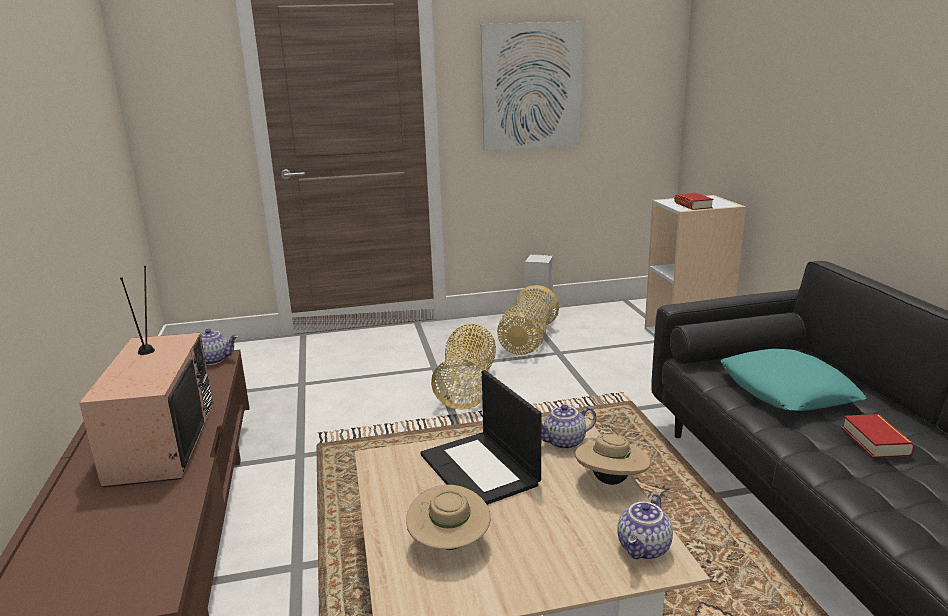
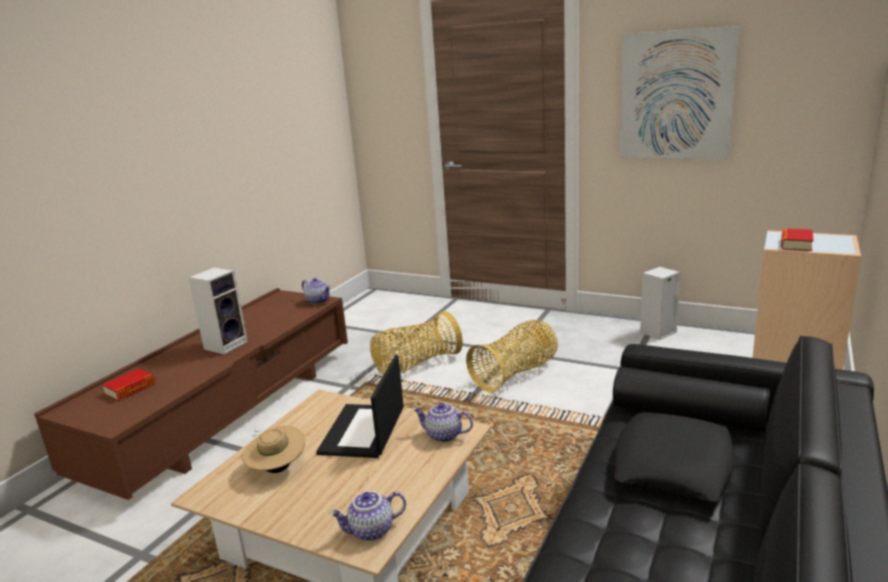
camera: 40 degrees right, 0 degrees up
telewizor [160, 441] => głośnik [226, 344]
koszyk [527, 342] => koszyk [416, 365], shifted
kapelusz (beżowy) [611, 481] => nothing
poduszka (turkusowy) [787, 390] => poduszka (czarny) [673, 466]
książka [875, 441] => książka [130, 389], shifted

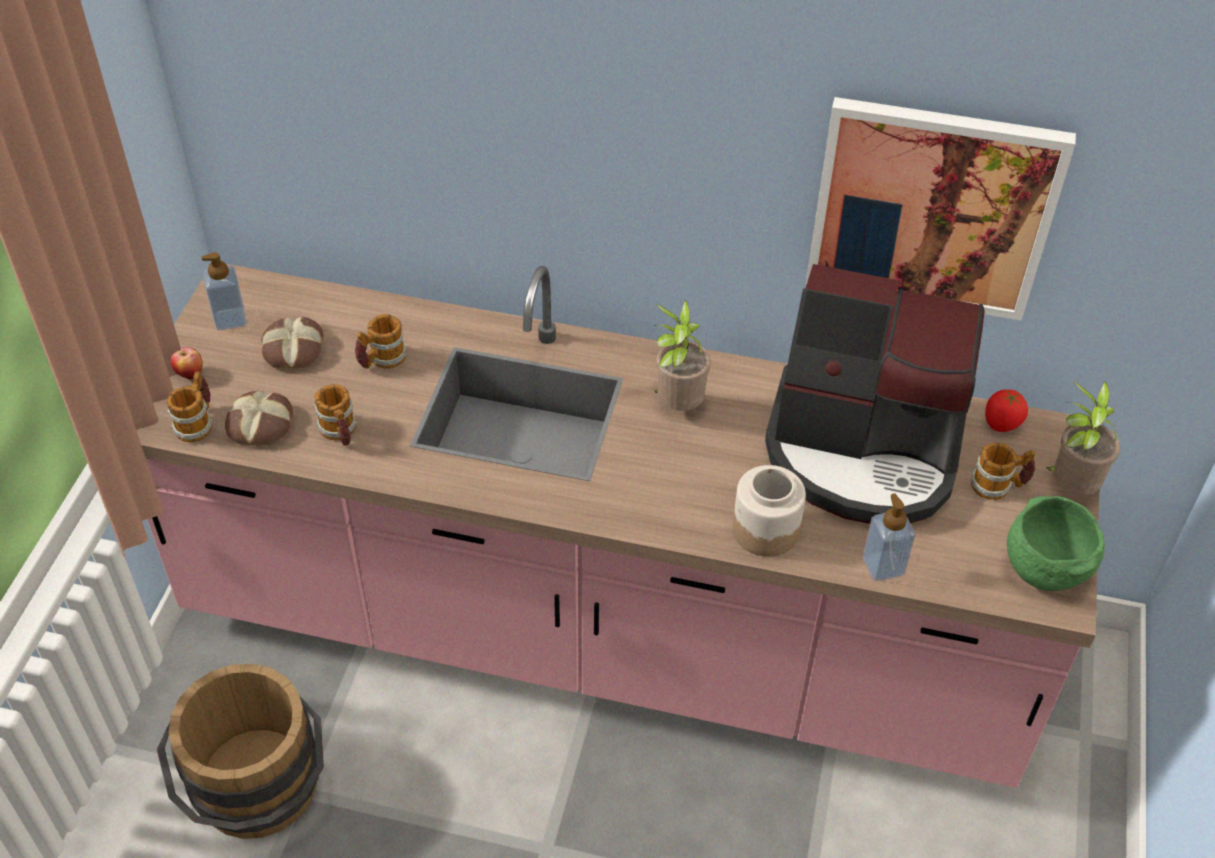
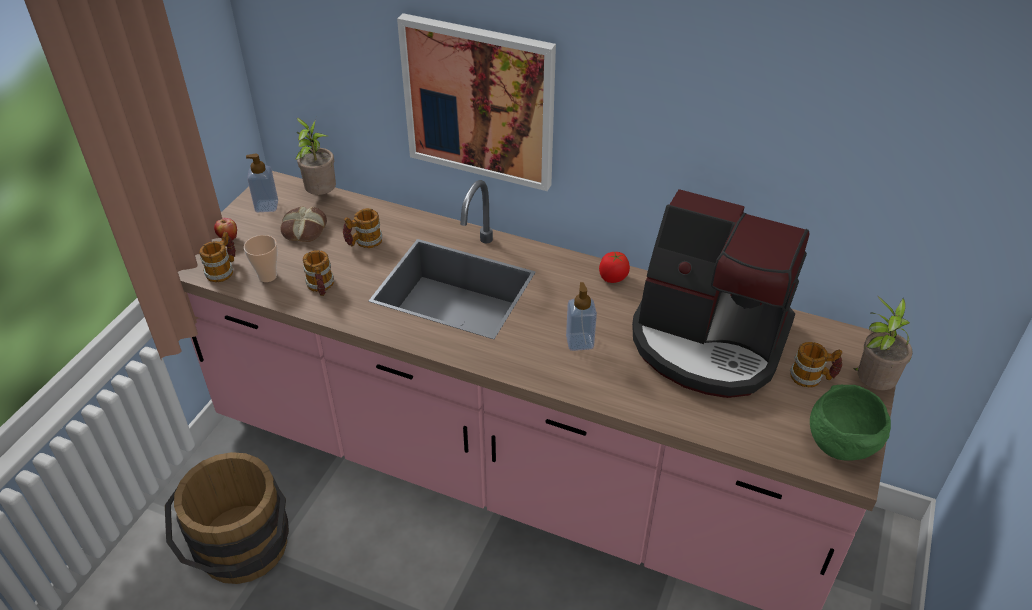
camera: 10 degrees right, 5 degrees down
chleb [262, 425] => filiżanka [267, 276]
roślina doniczkowa [677, 405] => roślina doniczkowa [321, 195], shifted
słoik [765, 529] => nothing
obraz [932, 208] => obraz [479, 102], shifted
dozownik mydła [883, 566] => dozownik mydła [579, 342], shifted
pomidor [1001, 424] => pomidor [612, 278], shifted

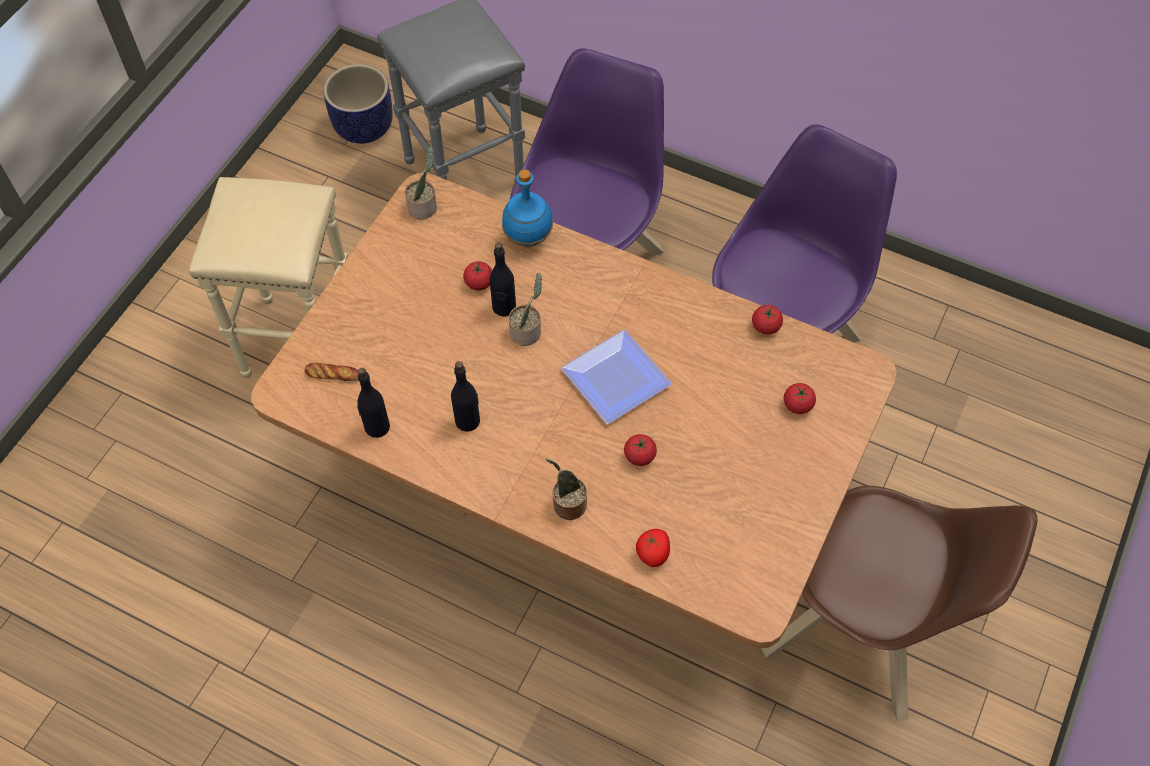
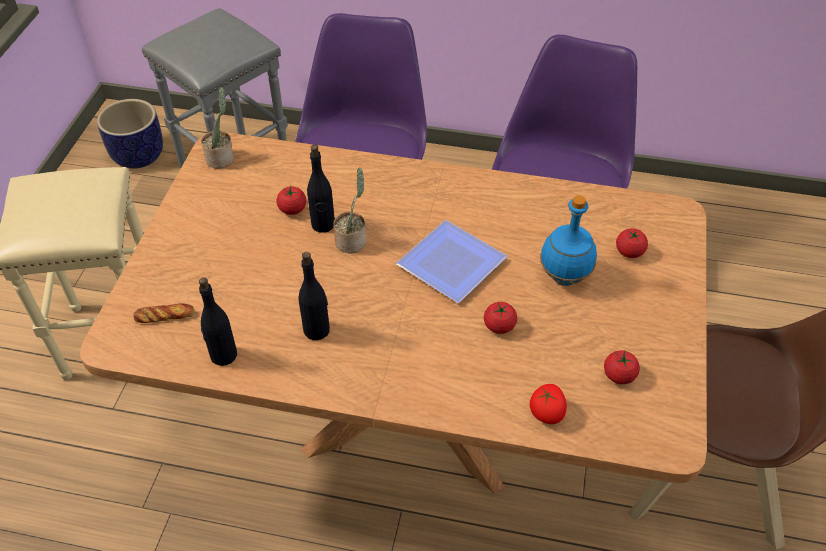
camera: 15 degrees left, 10 degrees down
butelka (niebieski) [527, 238] => butelka (niebieski) [563, 277], shifted
roślina doniczkowa [567, 504] => nothing
pomidor [766, 326] => pomidor [619, 375], shifted

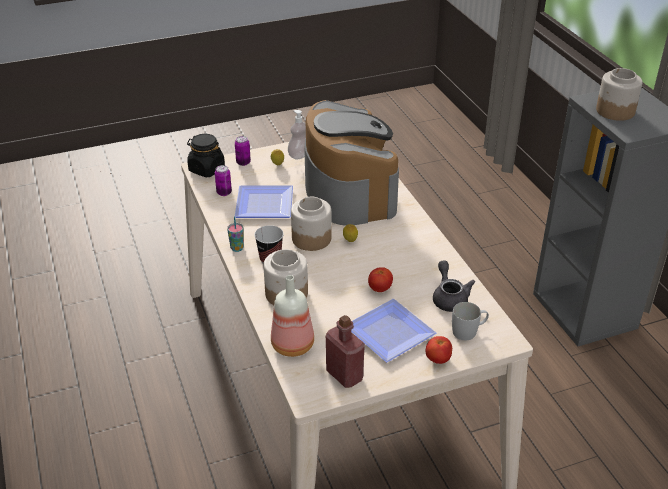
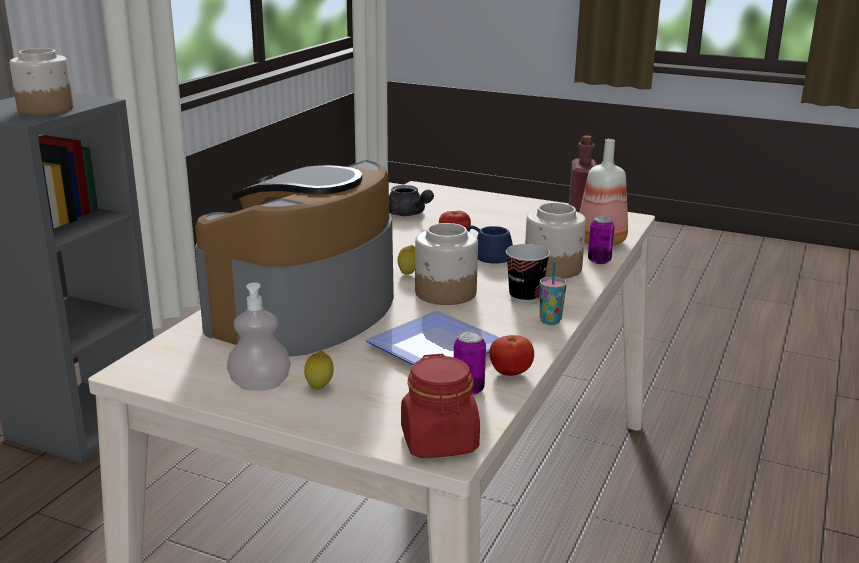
camera: 135 degrees left, 15 degrees down
słoik (czarny) [206, 169] => słoik (czerwony) [439, 442]
puszka [243, 162] => puszka [599, 261], shifted
talerz [389, 335] => nothing
pomidor [438, 359] => pomidor [510, 373], shifted
imbryk (szary) [449, 298] => imbryk (szary) [408, 214], 75 degrees counterclockwise
kubek (biały) [469, 331] => nothing
nothing => kubek (niebieski) [490, 254]

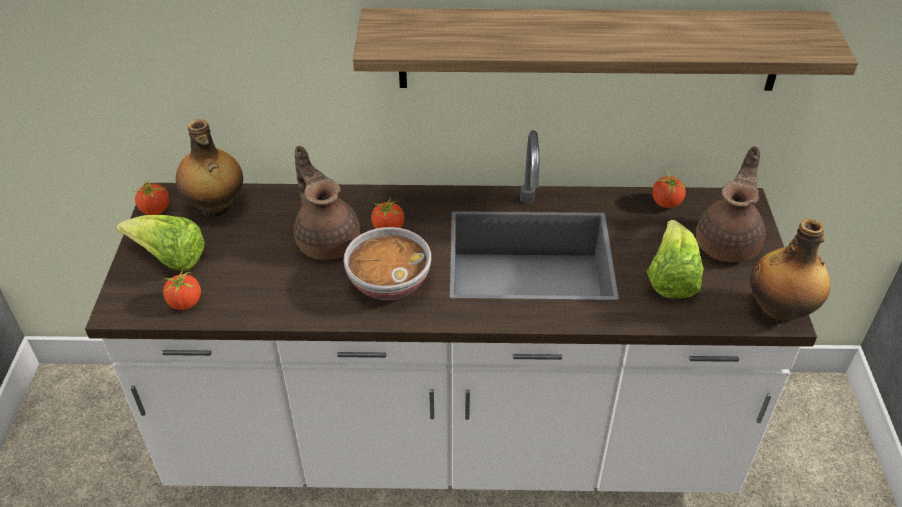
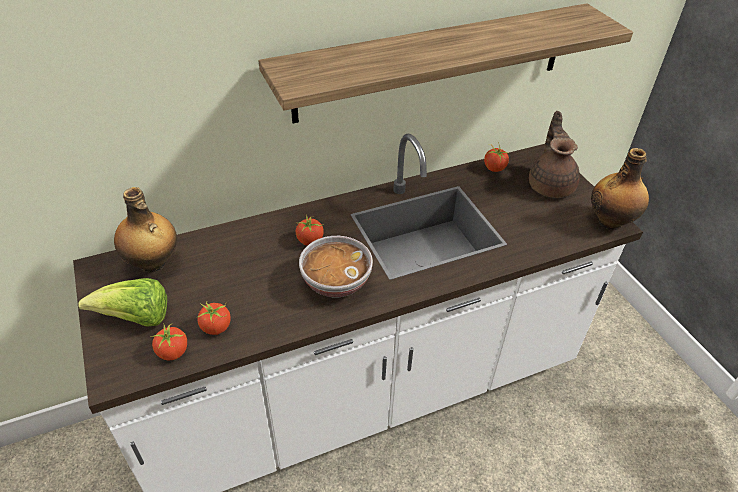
camera: 25 degrees left, 0 degrees up
pomidor [155, 210] => pomidor [216, 327], shifted
imbryk (brązowy) [327, 239] => nothing
sałata [671, 278] => nothing

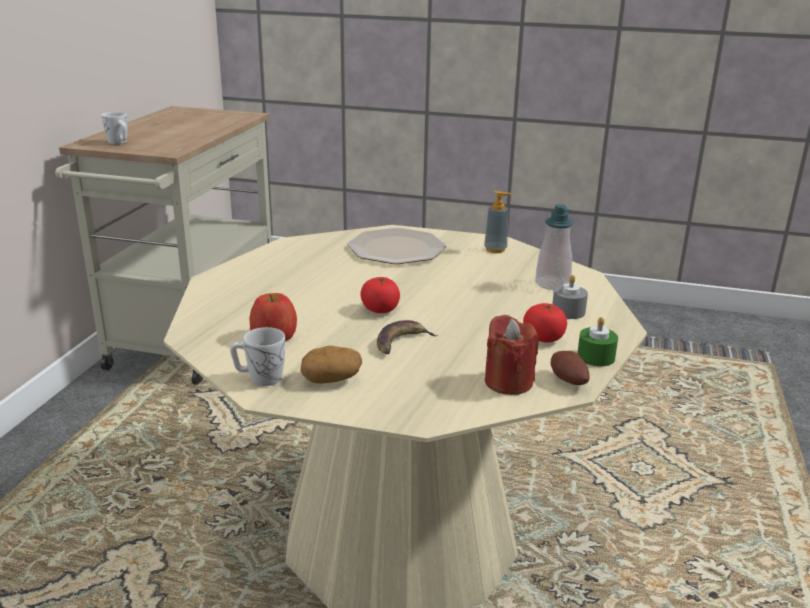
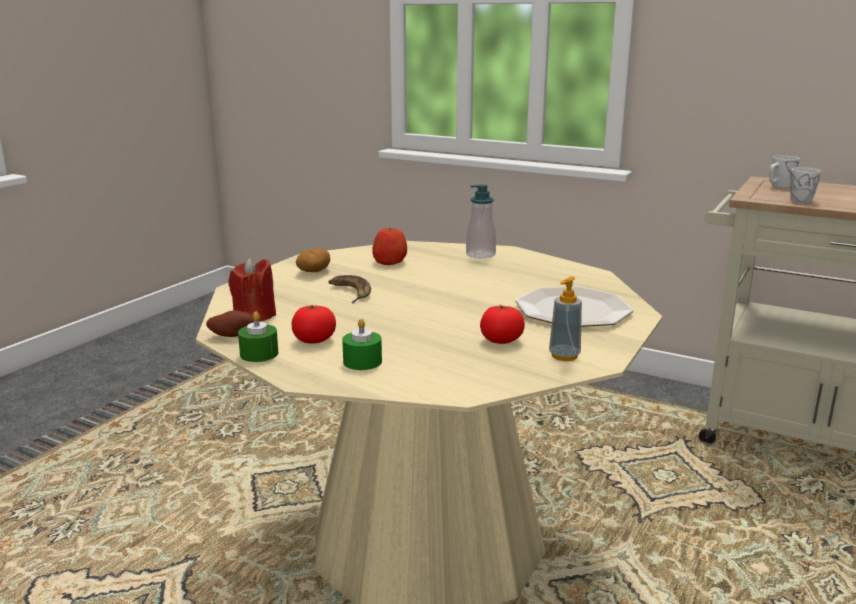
camera: 105 degrees right, 5 degrees down
kubek (biały) [259, 378] => kubek (biały) [800, 199], shifted
pomidor [380, 309] => pomidor [501, 340], shifted
dozownik mydła [552, 284] => dozownik mydła [480, 255], shifted
świeca (szary) [568, 311] => świeca (zielony) [362, 361]

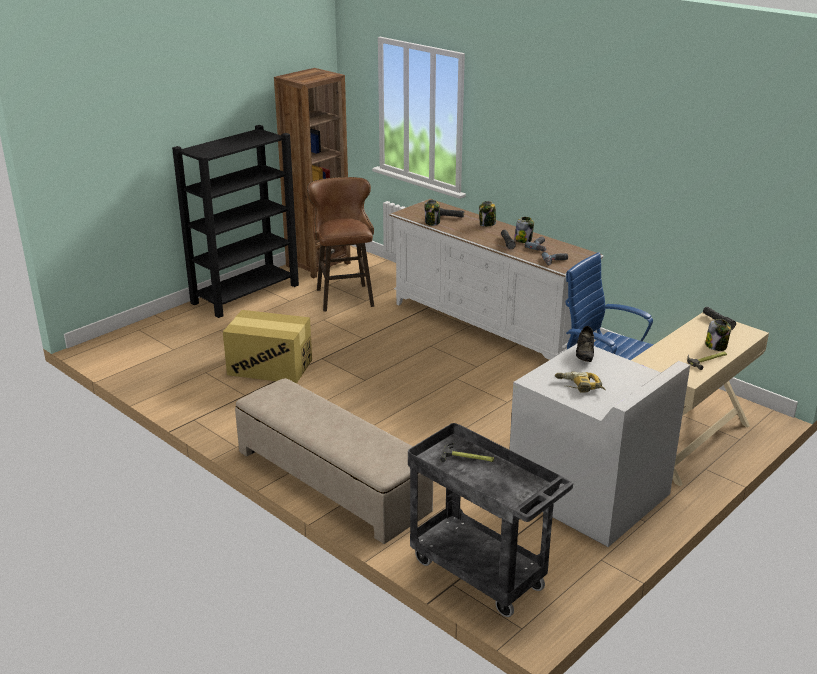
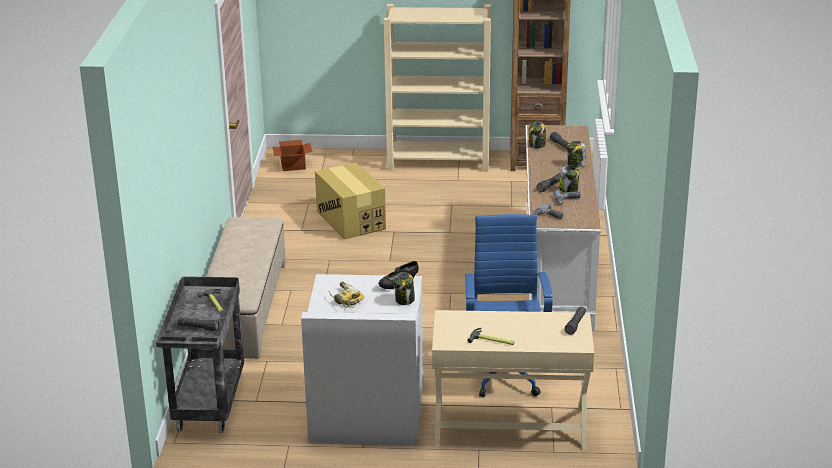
camera: 50 degrees right, 0 degrees up
regał (czarny) [245, 294] => regał (beżowy) [438, 161]
stołek (brązowy) [344, 296] => nothing
słoik [716, 346] => słoik [405, 300], shifted
nothing => latarka (czarny) [198, 328]
nothing => karton [293, 165]

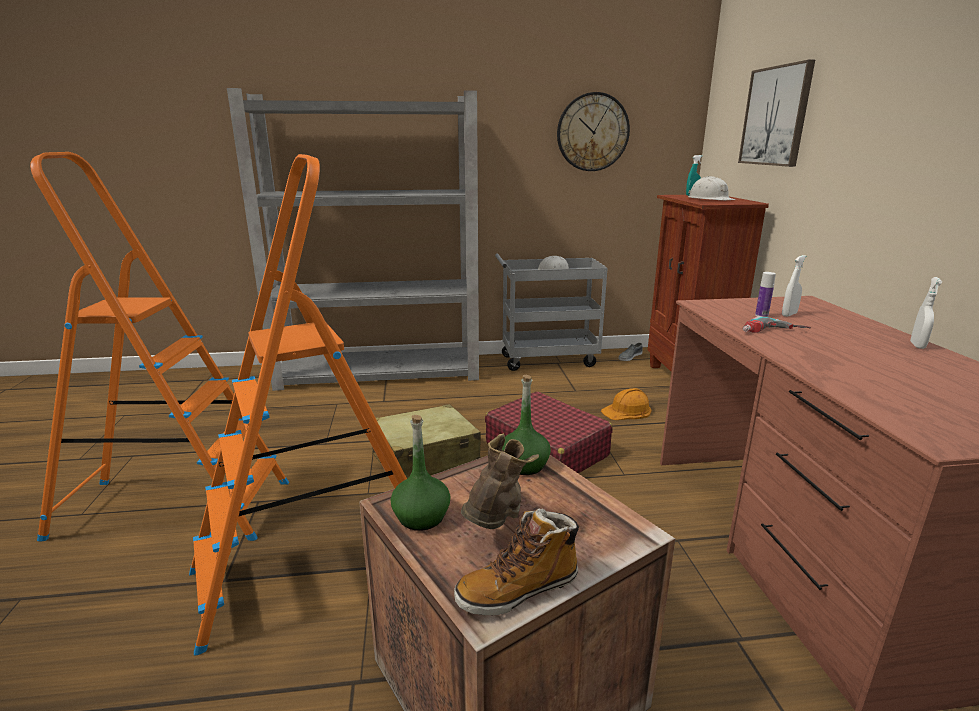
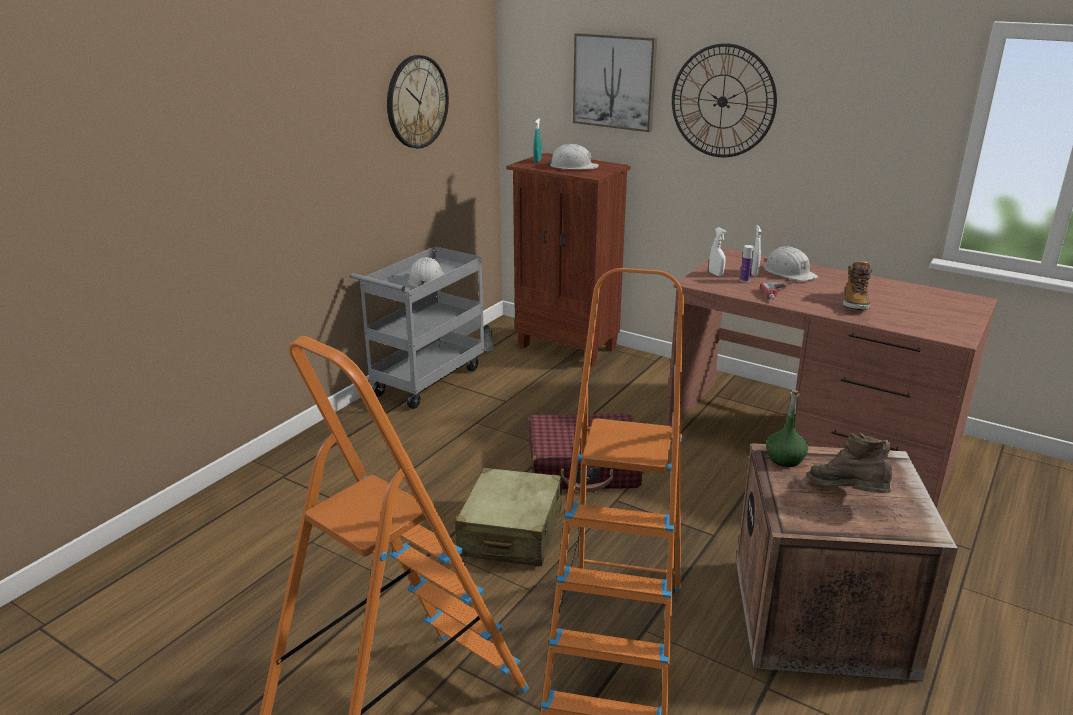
camera: 50 degrees left, 5 degrees up
regał (szary) [380, 372] => nothing
butelka (zielony) [421, 517] => nothing
but z cholewką [518, 589] => but z cholewką [855, 303], shifted
kask (pomarańczowy) [627, 411] => nothing
spryskiwacz (biały) [917, 345] => spryskiwacz (biały) [716, 274], shifted
nothing => zegar ścienny [722, 101]
nothing => kask (biały) [789, 272]

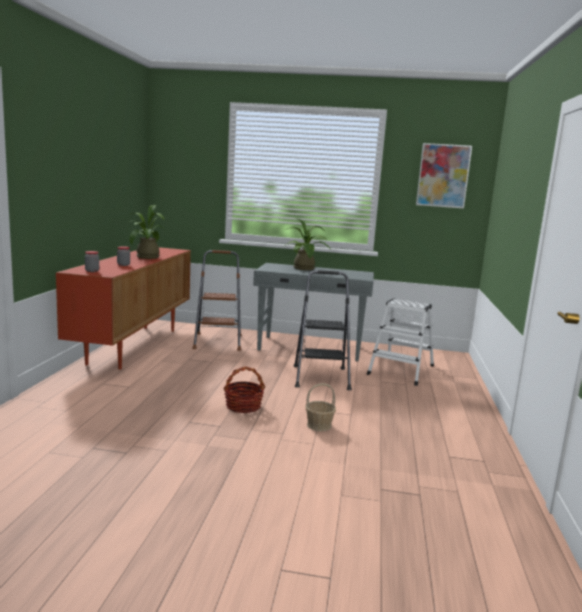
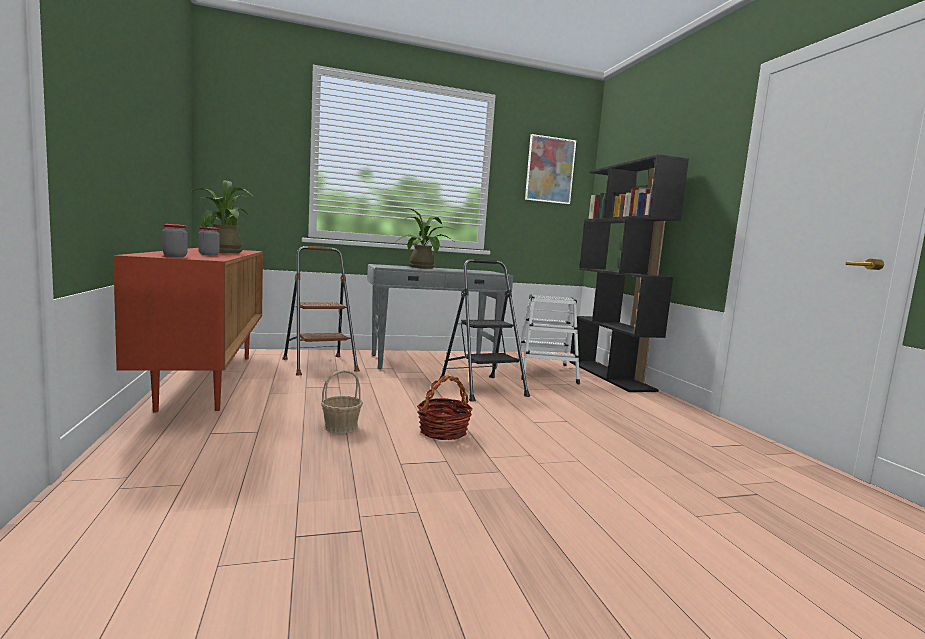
camera: 25 degrees left, 5 degrees down
koszyk [319, 425] => koszyk [341, 427], shifted
nothing => regał (czarny) [610, 375]

